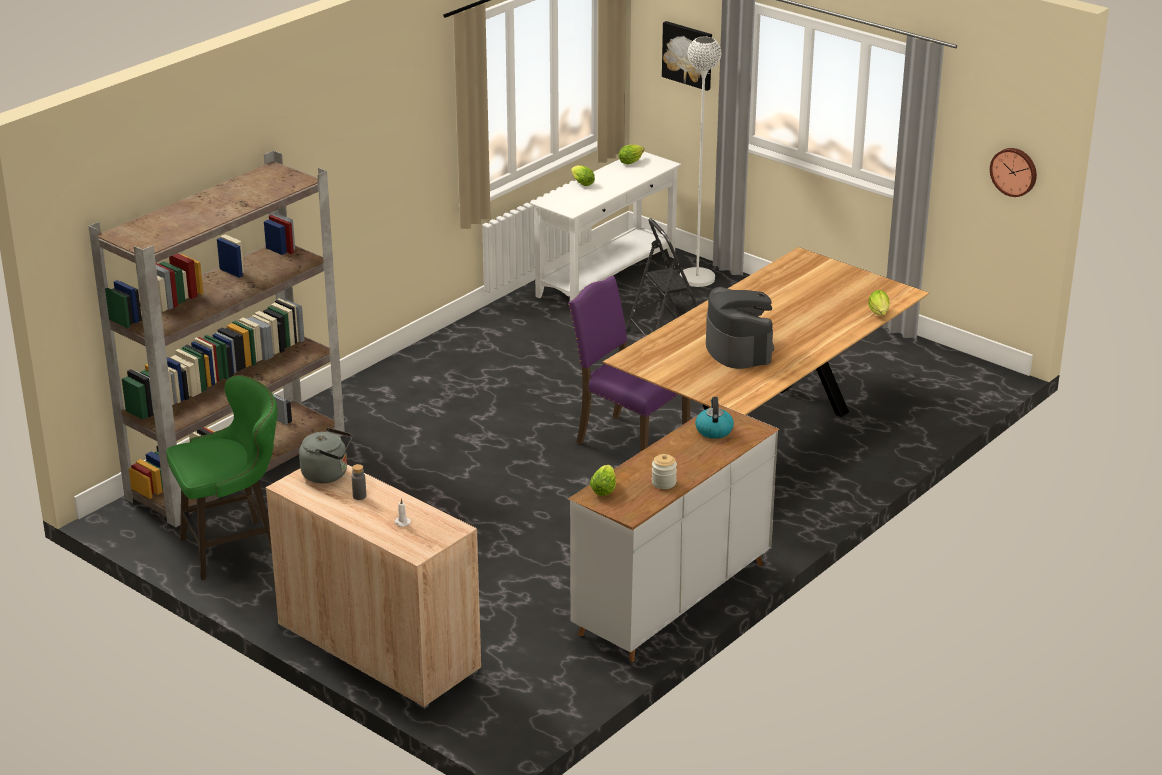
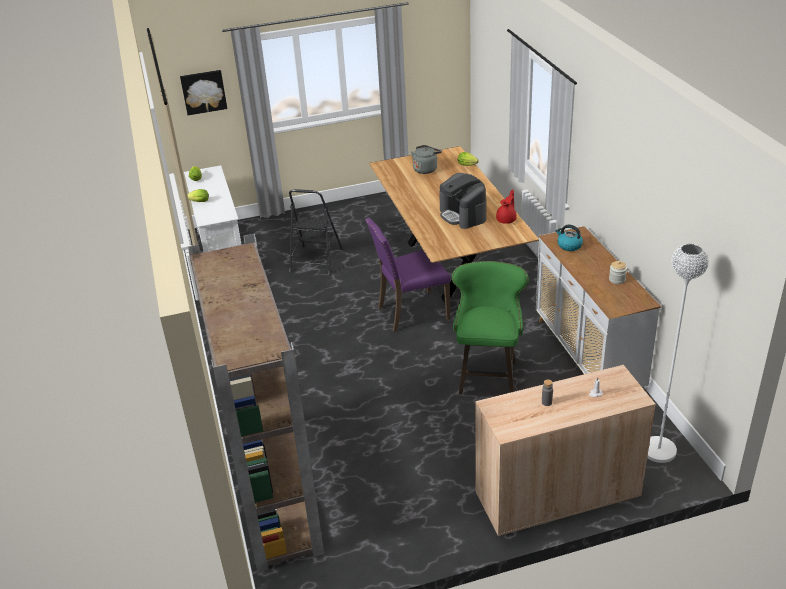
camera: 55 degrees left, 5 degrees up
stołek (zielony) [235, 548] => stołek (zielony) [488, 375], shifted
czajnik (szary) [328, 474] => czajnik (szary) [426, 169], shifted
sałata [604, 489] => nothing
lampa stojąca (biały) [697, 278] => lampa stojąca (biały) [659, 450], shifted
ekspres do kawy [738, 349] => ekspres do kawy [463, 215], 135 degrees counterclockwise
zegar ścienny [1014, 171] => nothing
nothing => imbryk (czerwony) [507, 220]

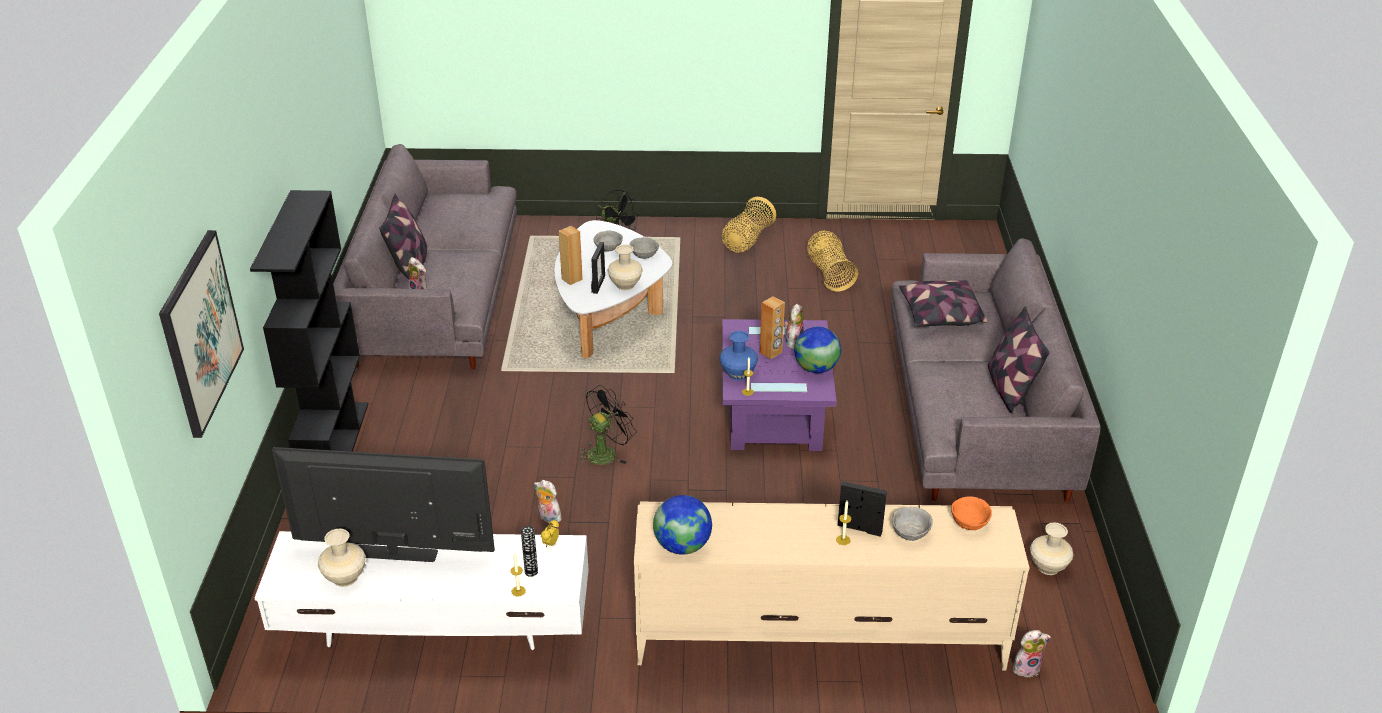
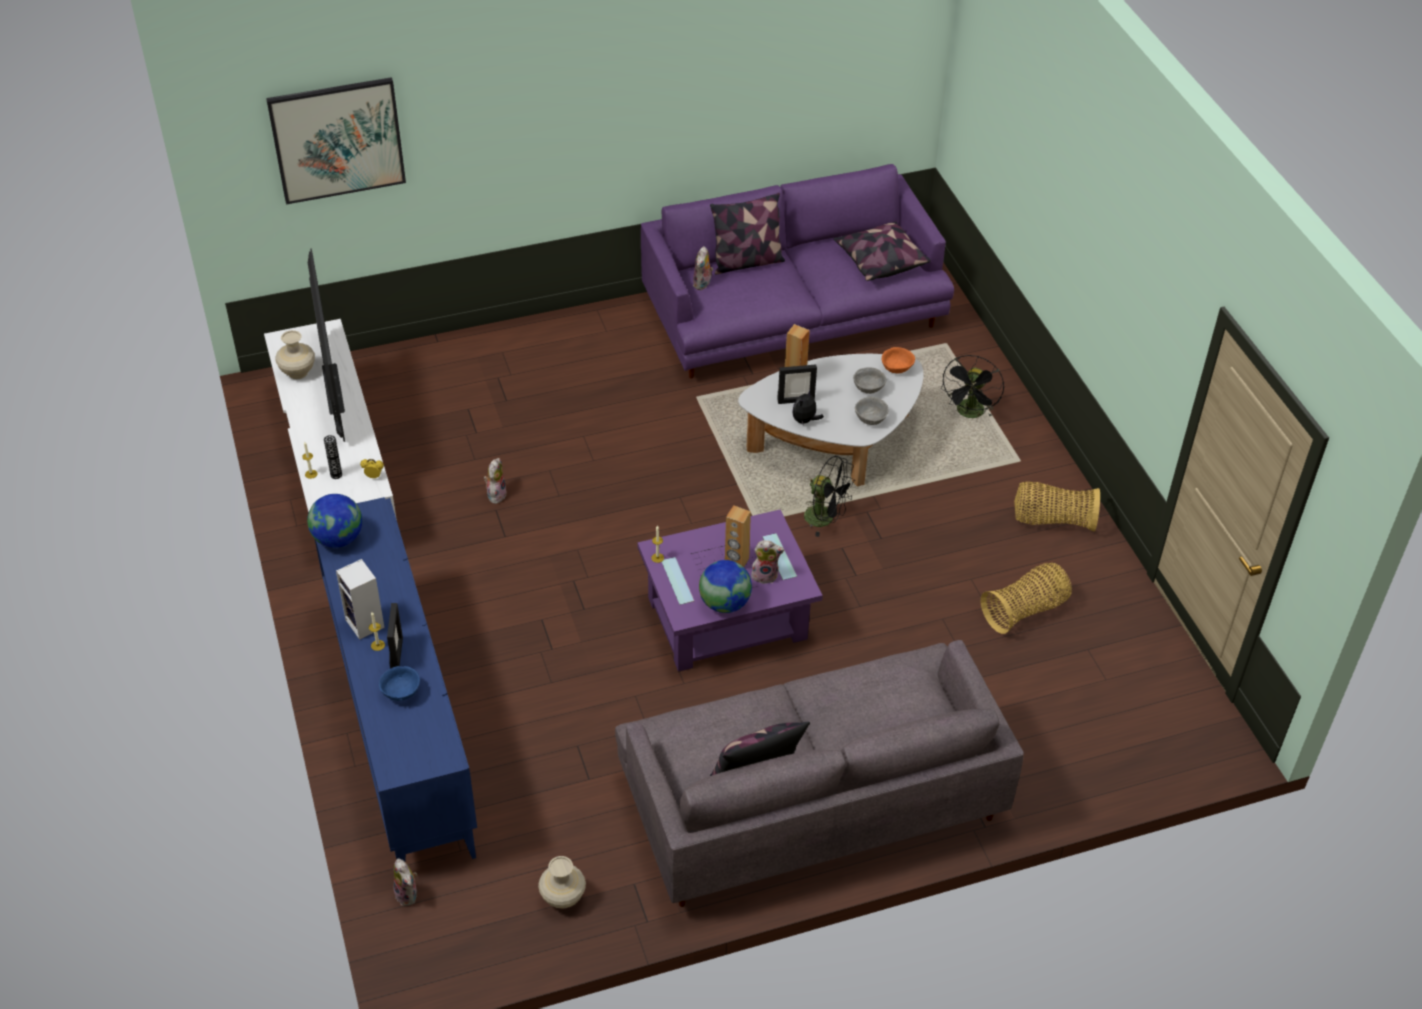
camera: 70 degrees right, 10 degrees up
regał (czarny) [334, 445] => nothing
kanapa (szary) [436, 298] => kanapa (fioletowy) [792, 314]
wentylator (czarny) [606, 452] => wentylator (czarny) [825, 518], shifted
wazon (beżowy) [626, 285] => pluszak [805, 420]
szafka (beżowy) [818, 640] => szafka (niebieski) [398, 723]
wazon (niebieski) [737, 374] => nothing
miska (szary) [910, 533] => miska (niebieski) [401, 693]
poduszka [940, 315] => poduszka [880, 261], shifted
miska (pomarańczowy) [969, 523] => miska (pomarańczowy) [897, 369], shifted
nothing => głośnik [366, 624]

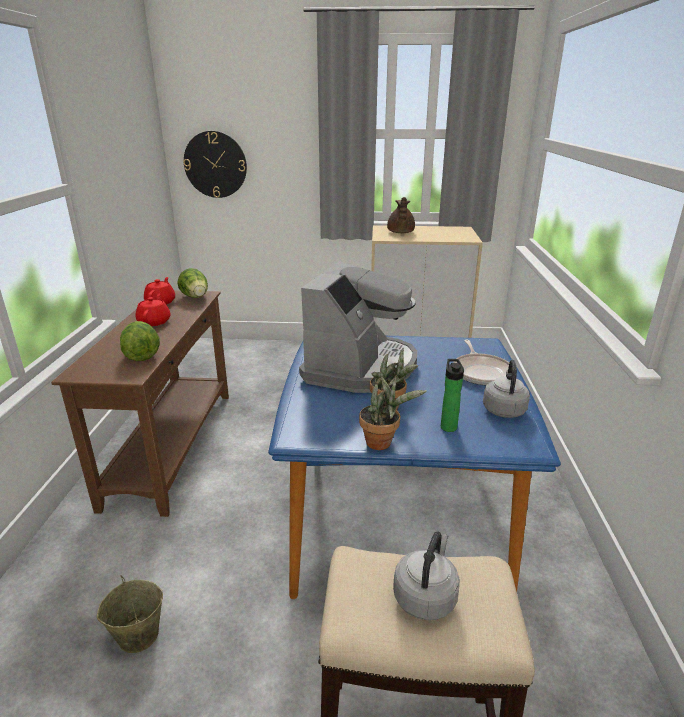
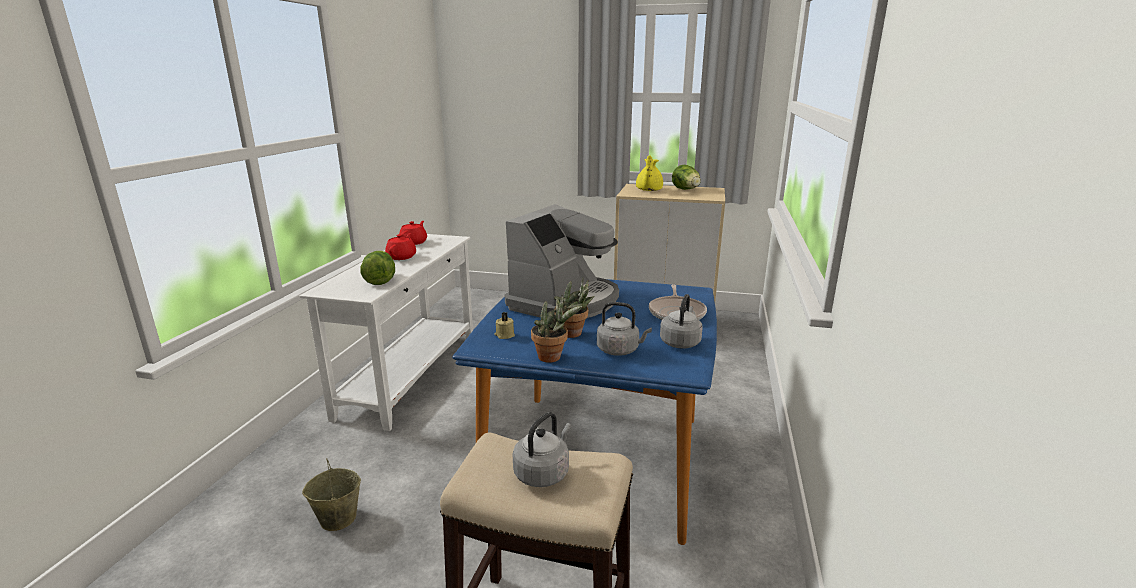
camera: 10 degrees right, 5 degrees down
stolik konsolowy (brązowy) [172, 445] => stolik konsolowy (biały) [410, 374]
sałata [196, 297] => sałata [686, 190], shifted
zegar ścienny [215, 164] => nothing
imbryk (brązowy) [400, 232] => imbryk (żółty) [648, 190]
butelka [448, 426] => czajnik (szary) [620, 350]
nothing => świeca (beżowy) [504, 335]

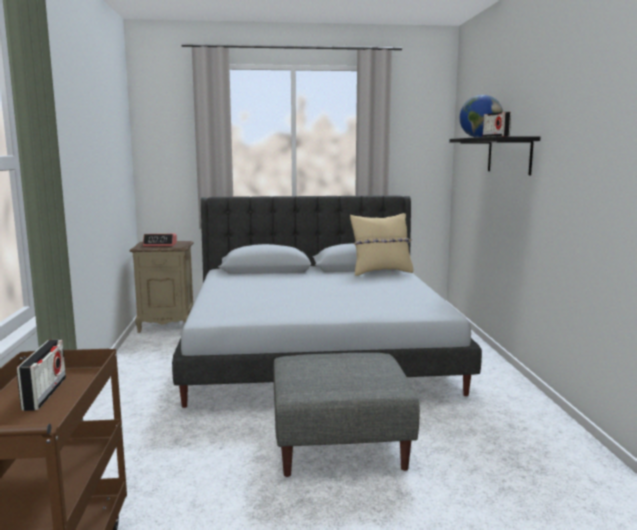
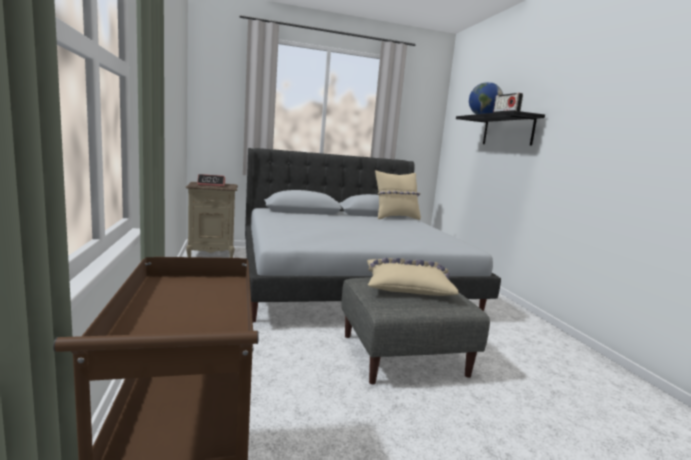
camera: 10 degrees left, 0 degrees up
radio [45, 393] => nothing
nothing => poduszka (beżowy) [407, 286]

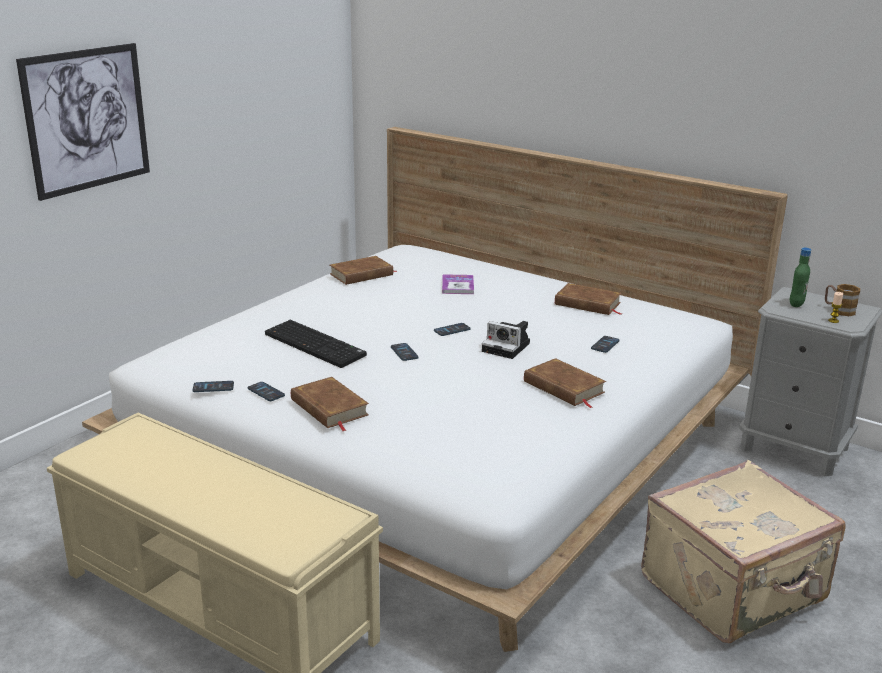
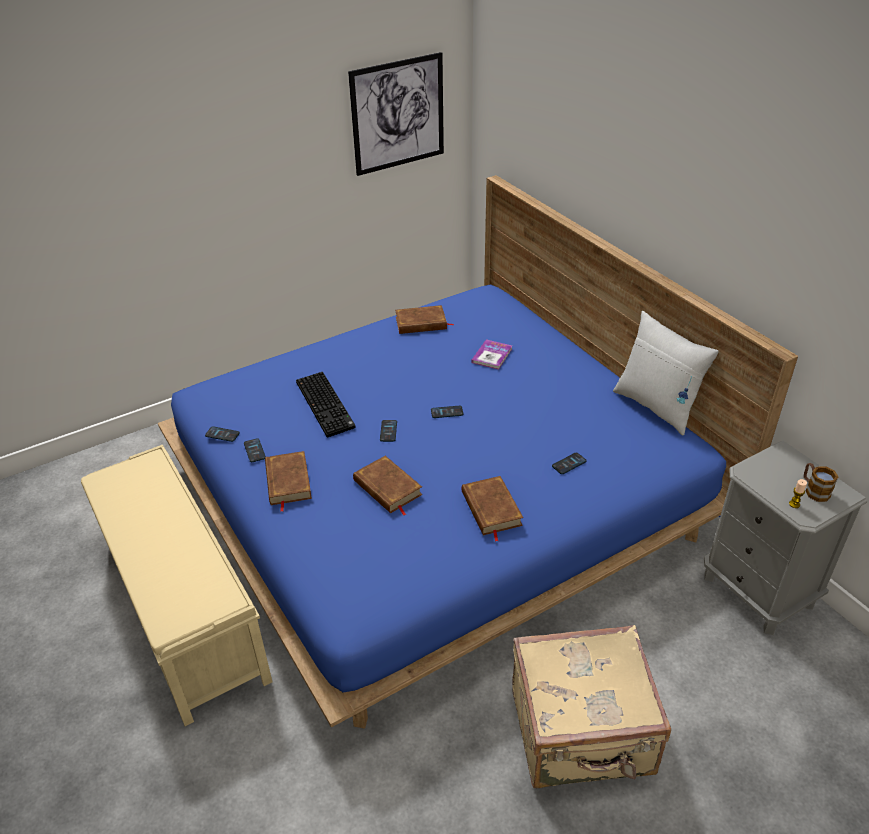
camera: 25 degrees right, 15 degrees up
obraz [87, 119] => obraz [398, 114], shifted
łóżko (biały) [439, 445] => łóżko (niebieski) [436, 497]
aparat fotograficzny [508, 347] => nothing
książka (brązowy) [587, 304] => książka (brązowy) [387, 488], shifted
butelka (zielony) [796, 304] => nothing
nothing => poduszka (szary) [655, 407]

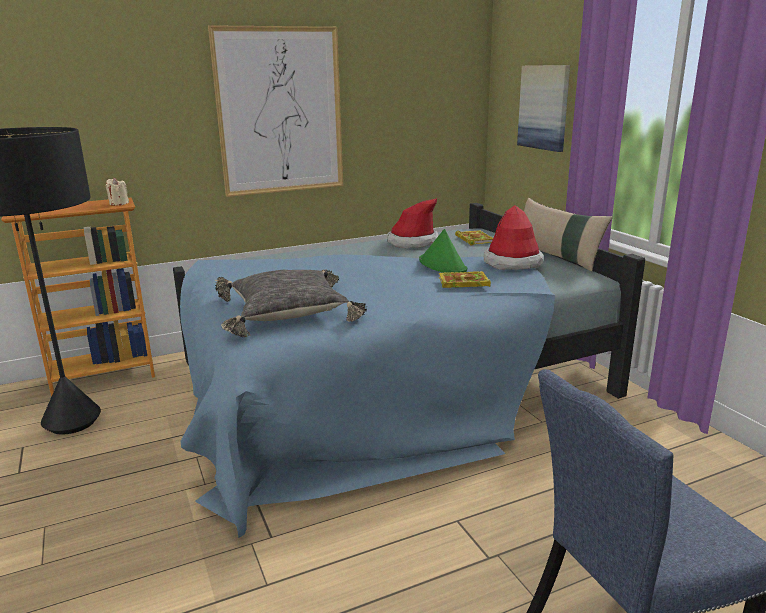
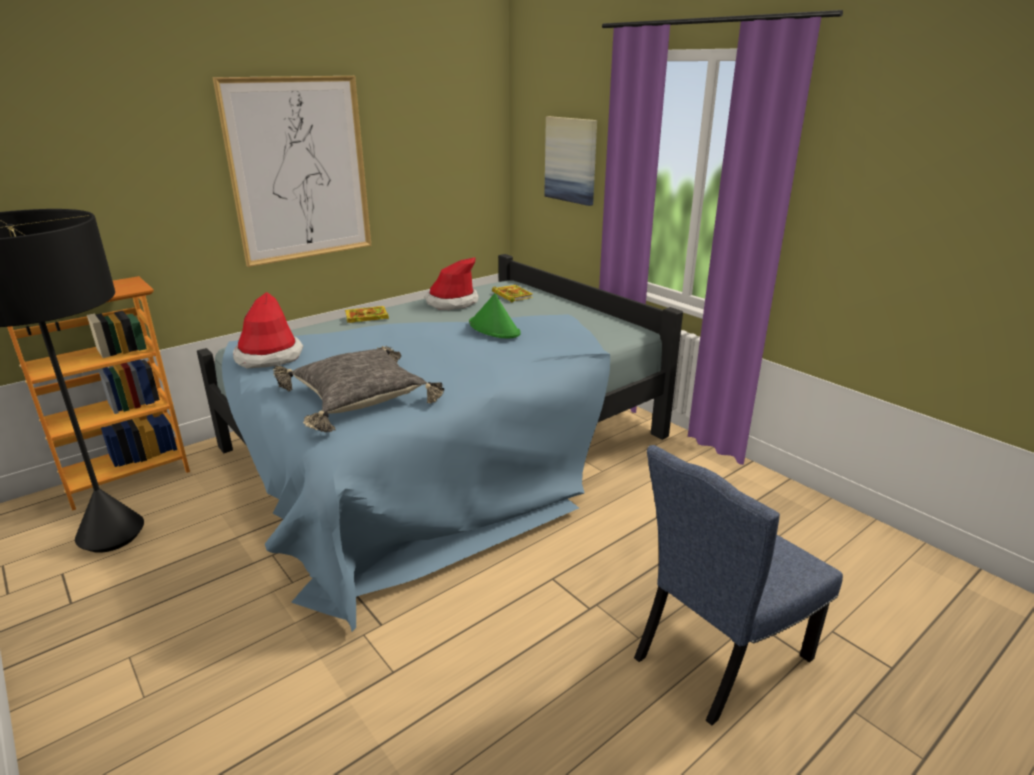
camera: 15 degrees left, 5 degrees up
świeca (beżowy) [118, 203] => nothing
książka [462, 283] => książka [365, 317], shifted
kapelusz [513, 262] => kapelusz [269, 357], shifted
poduszka (beżowy) [556, 257] => nothing

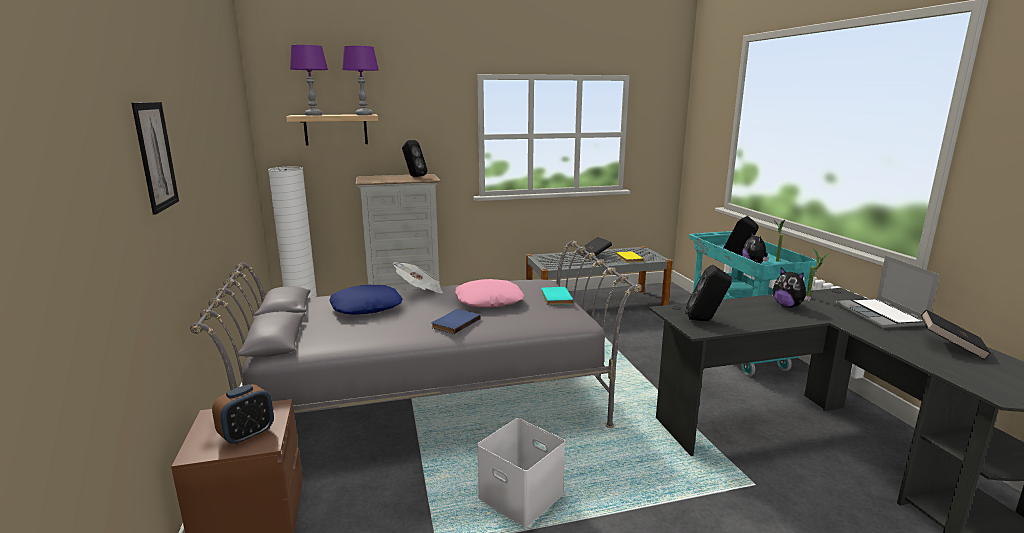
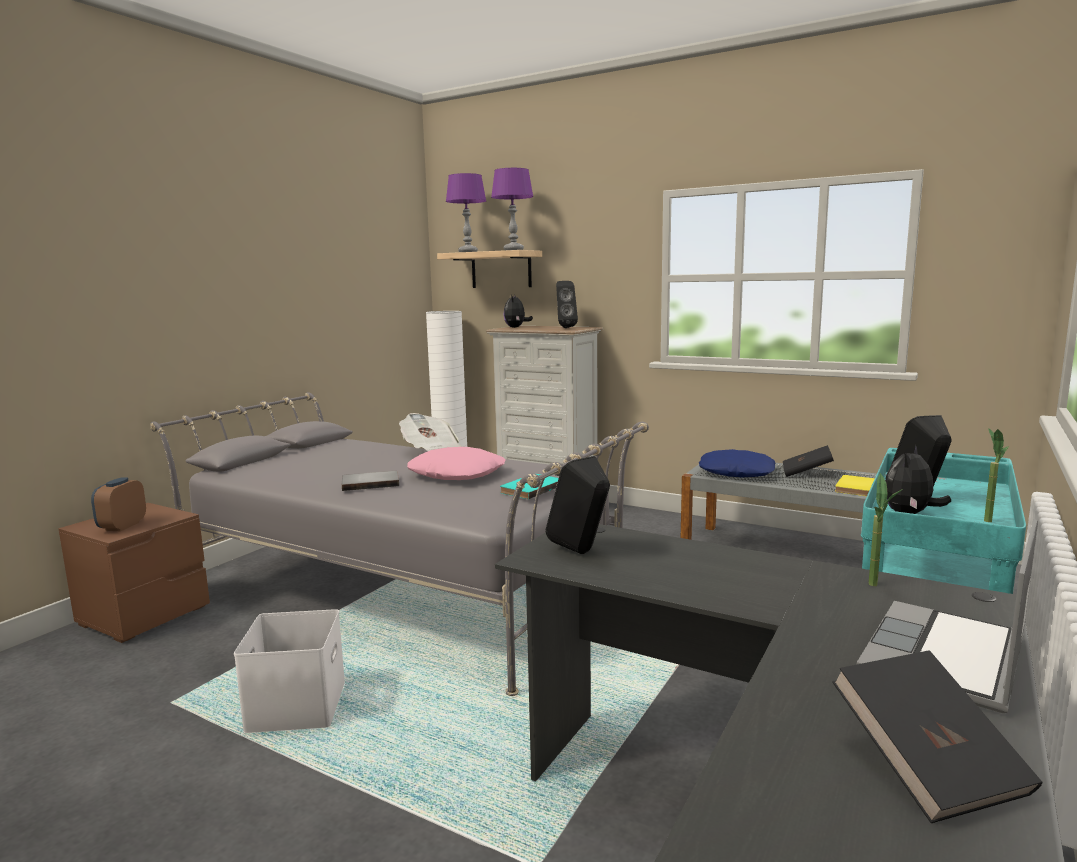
camera: 45 degrees right, 5 degrees down
obraz [155, 156] => nothing
budzik [247, 435] => budzik [122, 526], 105 degrees clockwise
poduszka (niebieski) [366, 307] => poduszka (niebieski) [736, 472], shifted
książka (niebieski) [454, 323] => książka (szary) [370, 483]
pluszak [788, 306] => pluszak [516, 327], shifted

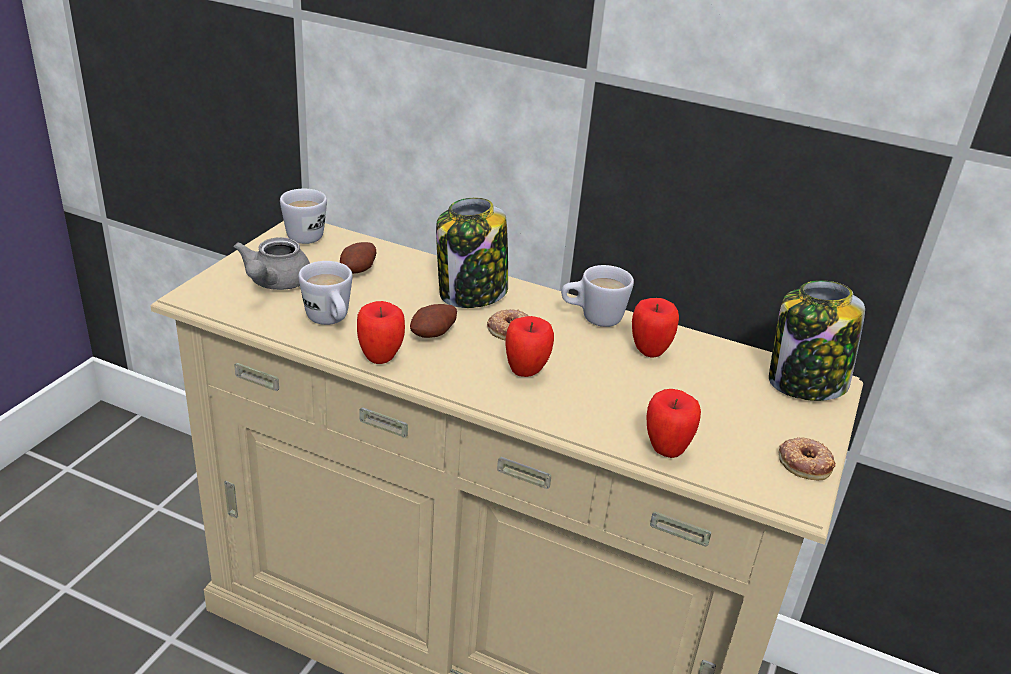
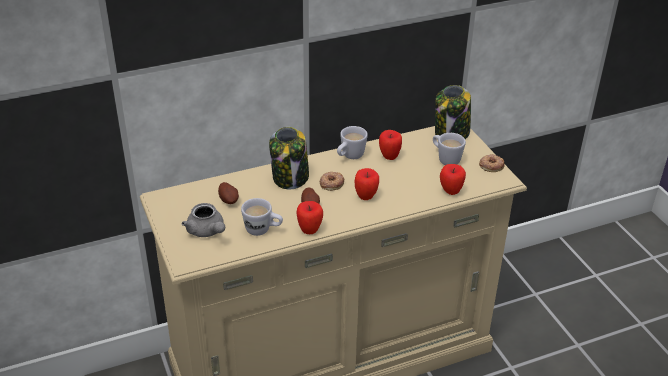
camera: 45 degrees left, 5 degrees up
kubek (biały) [307, 234] => kubek (biały) [445, 159], shifted

